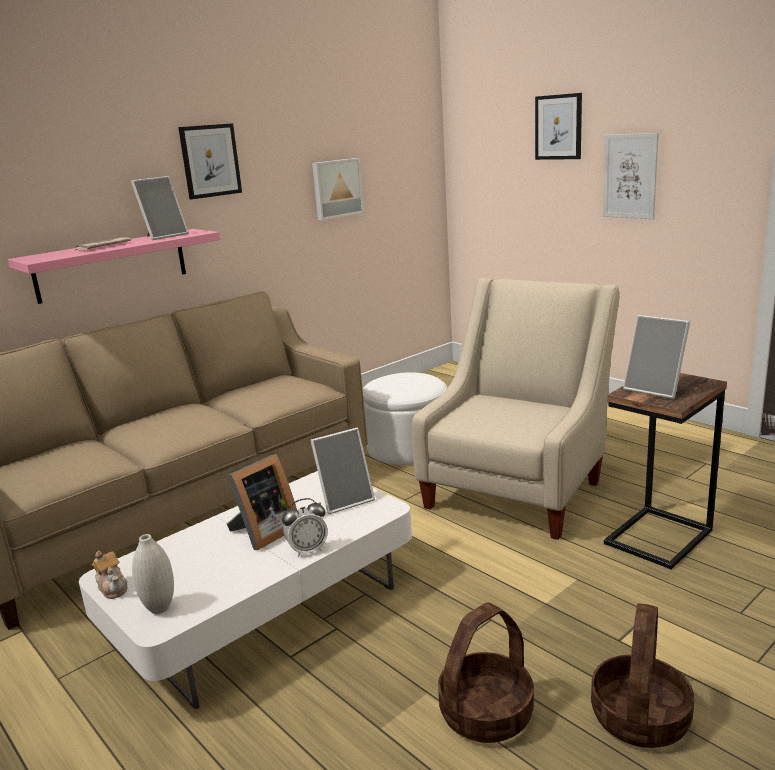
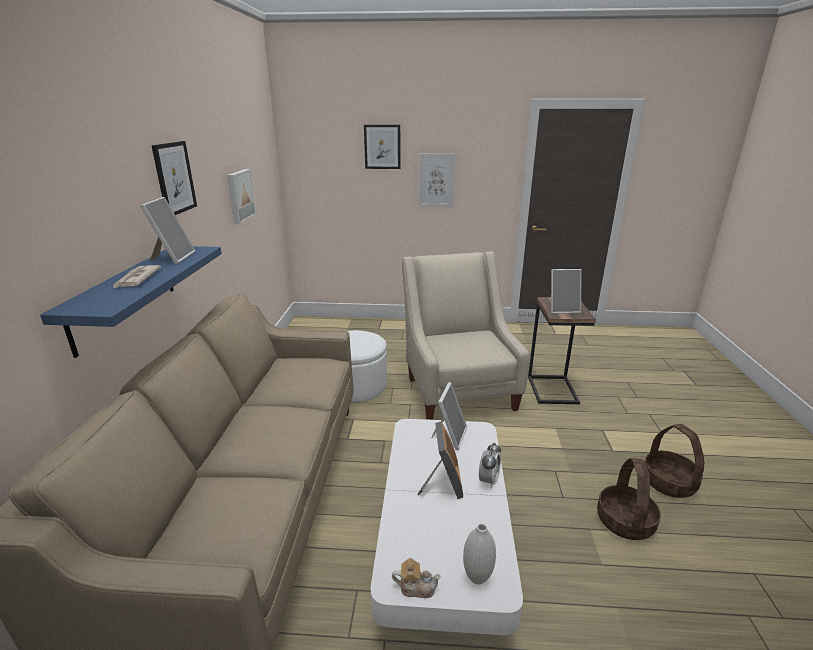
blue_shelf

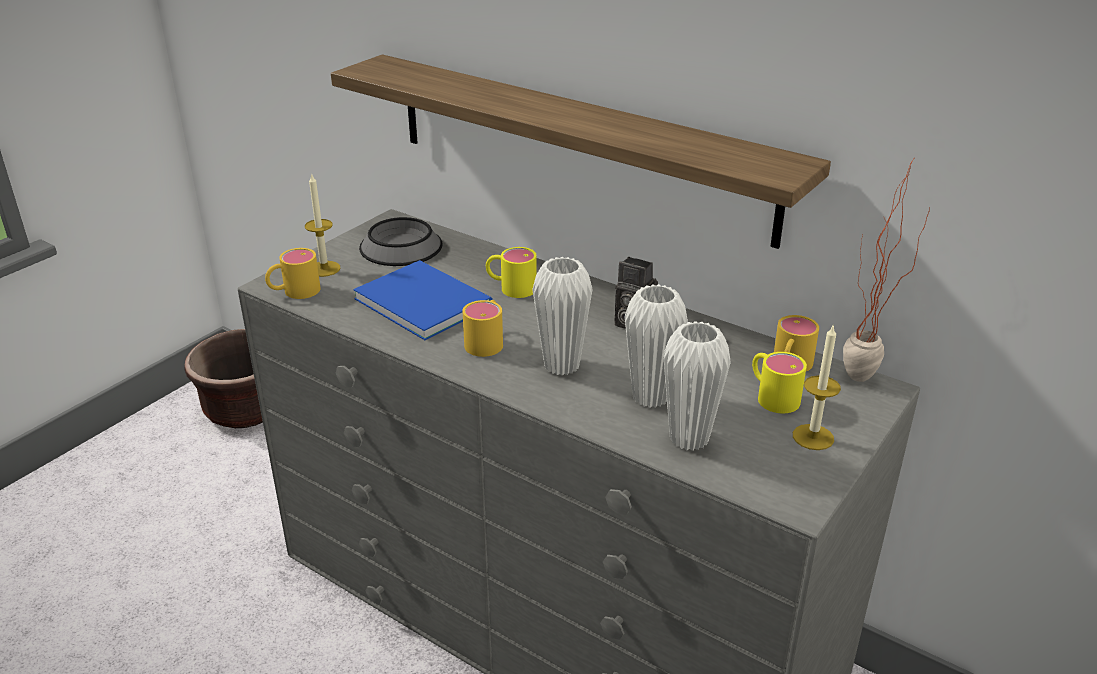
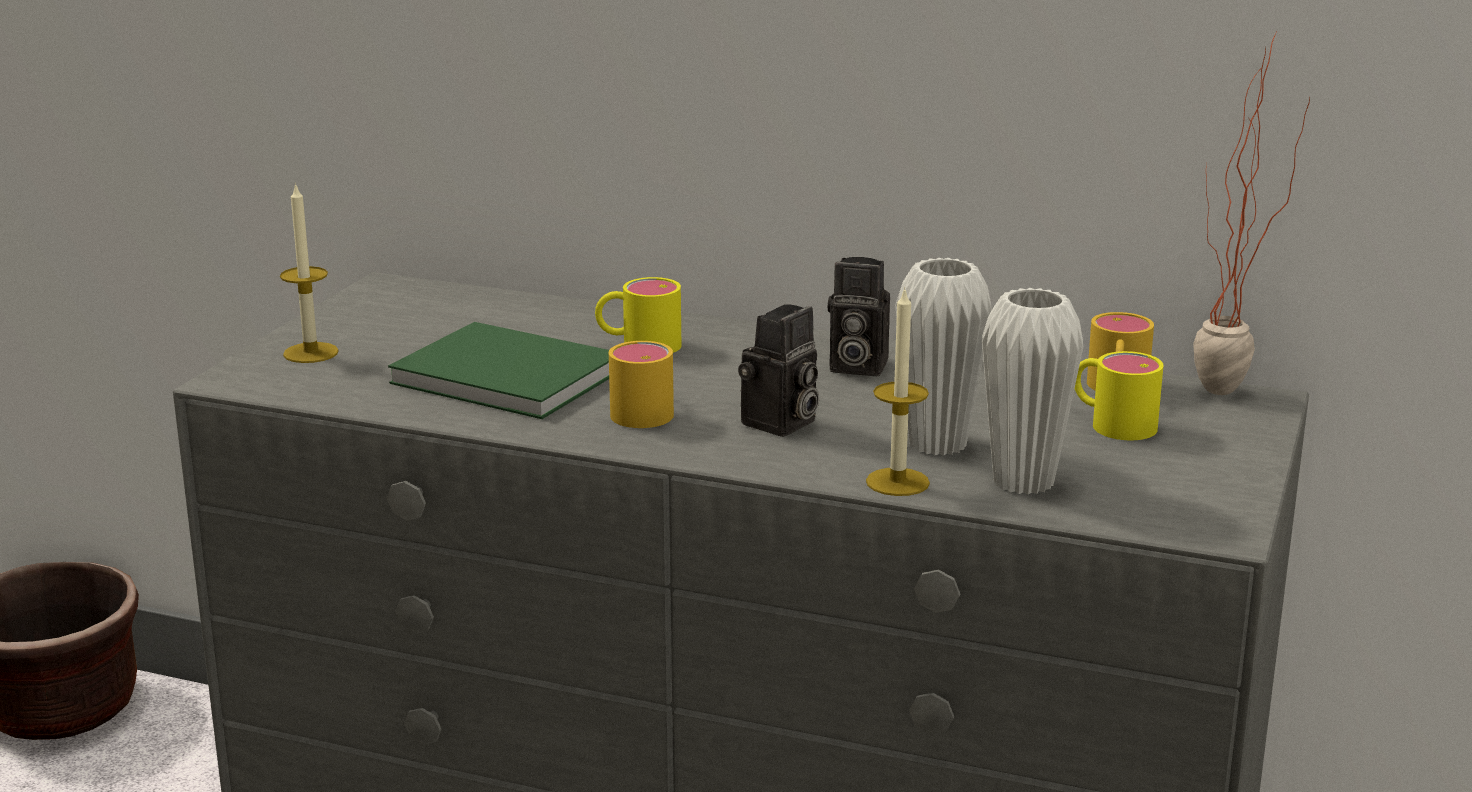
green_book
photo_camera (no. 1 from left)
candle (no. 2 from left)
yellow_mug (no. 1 from left in the first image)
shelf
bowl

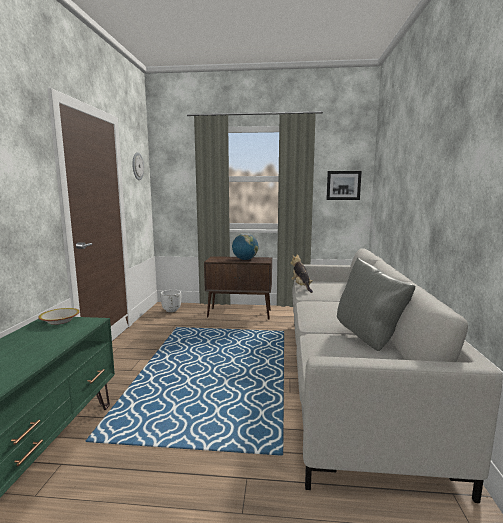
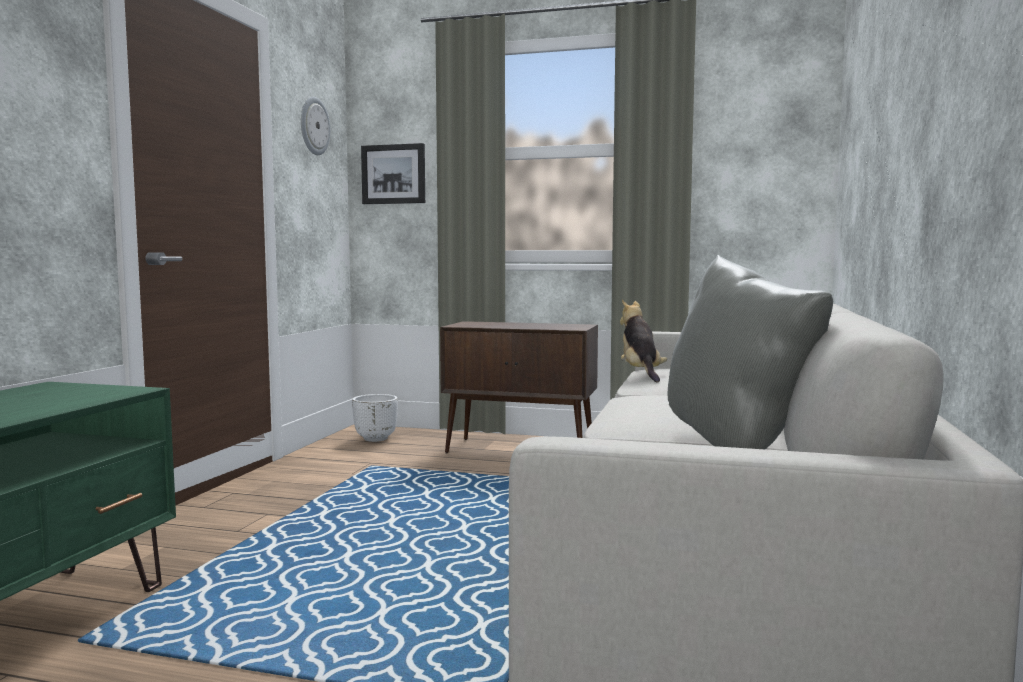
picture
bowl
globe

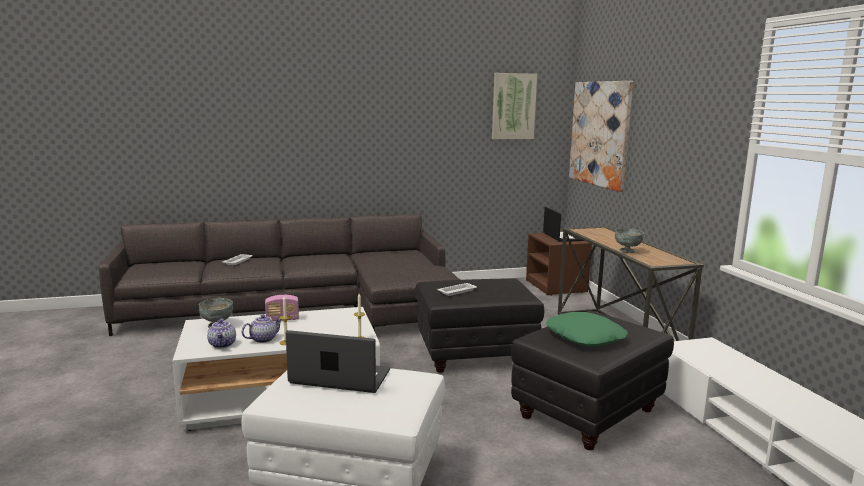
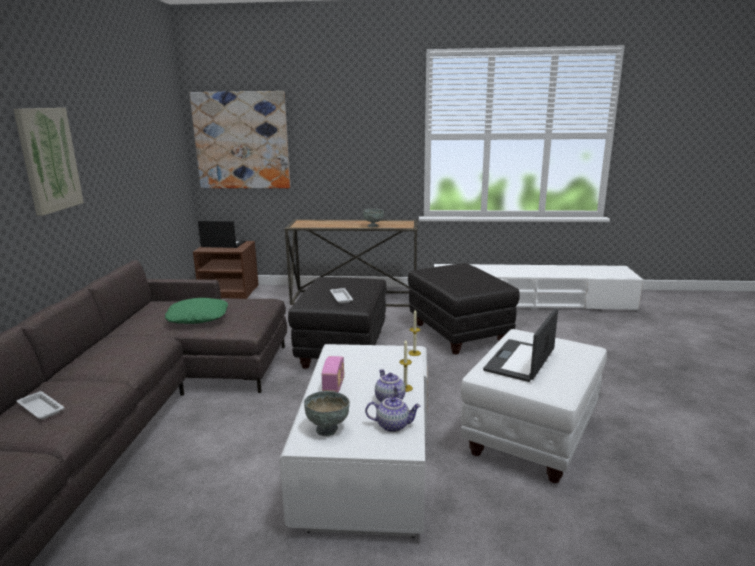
picture (no. 1 from left)
green_pillow

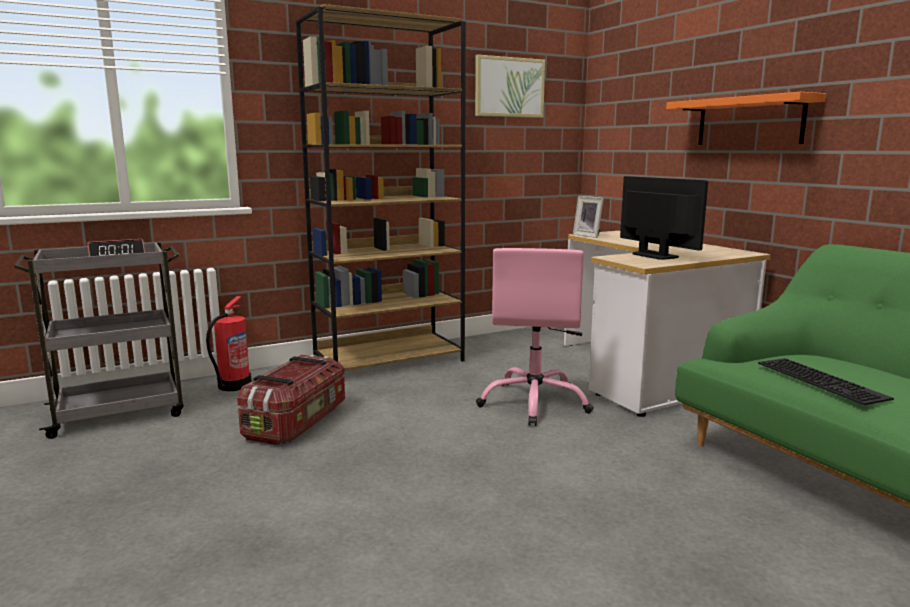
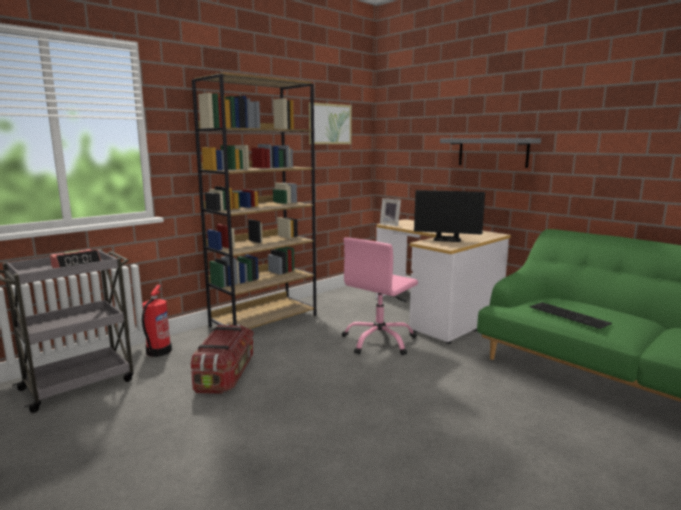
pink_office_chair
monitor
grey_shelf

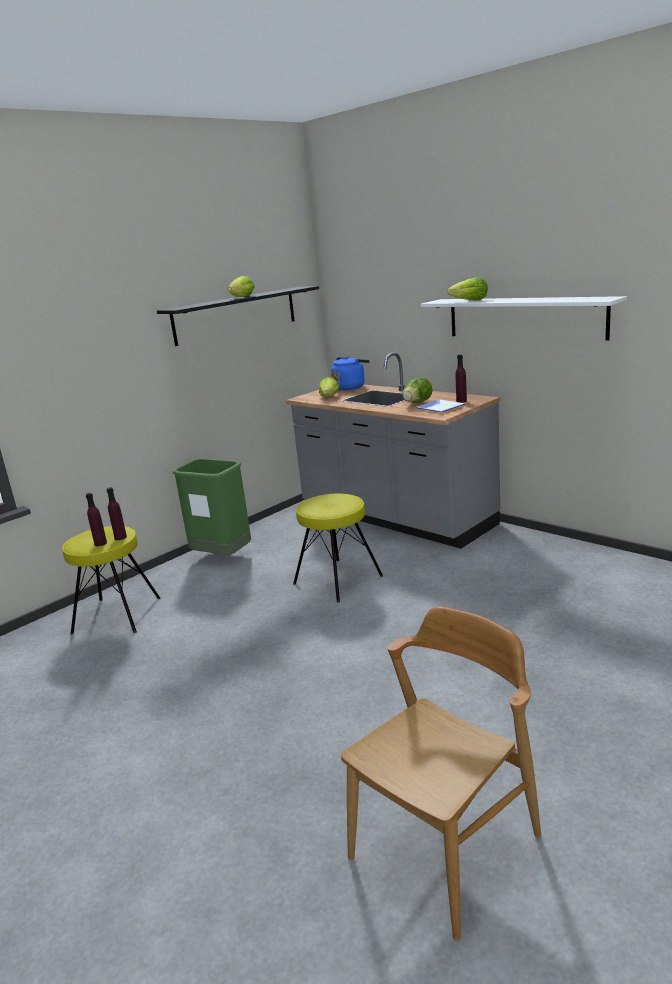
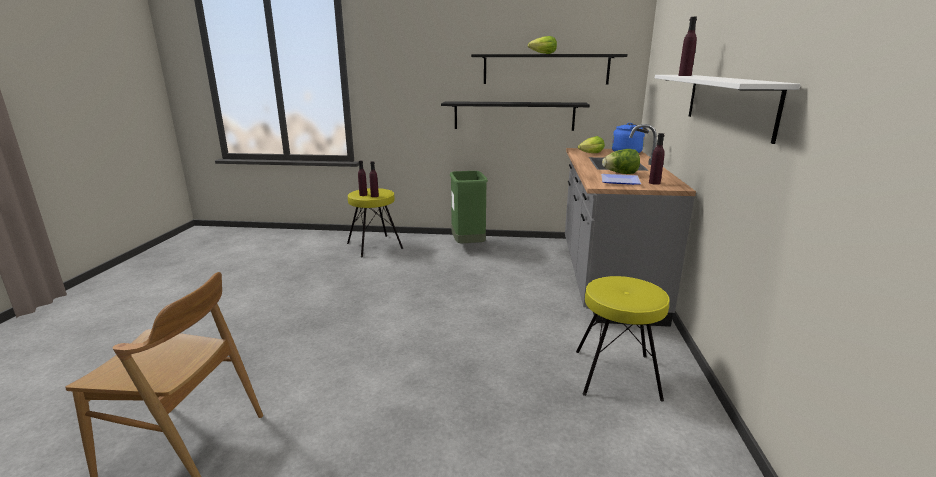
black_shelf (no. 1 from left)
yellow_stool (no. 2 from left)
purple_bottle (no. 4 from left)

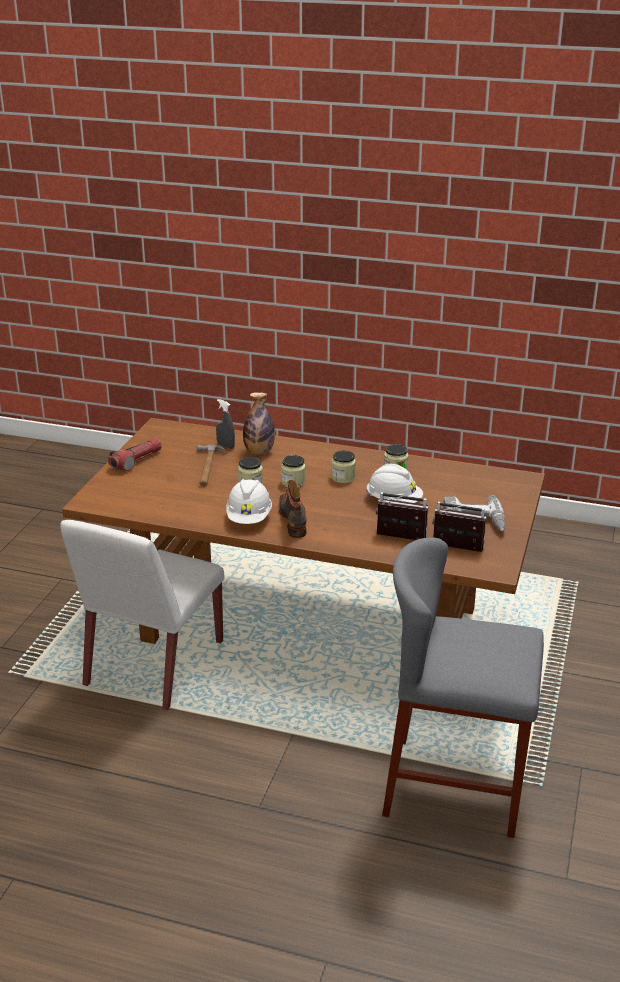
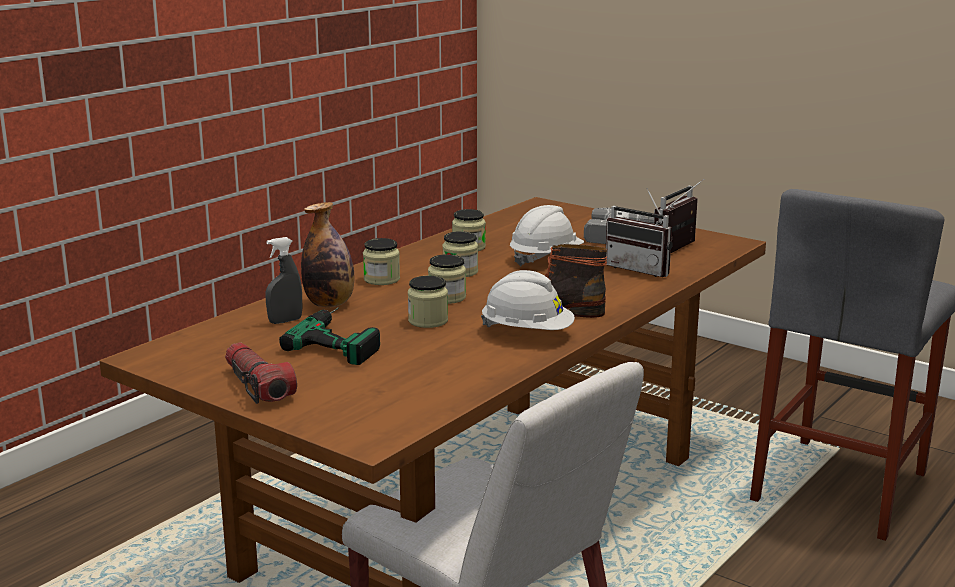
power_drill (no. 1 from left)
jar (no. 1 from left)
radio (no. 1 from left)

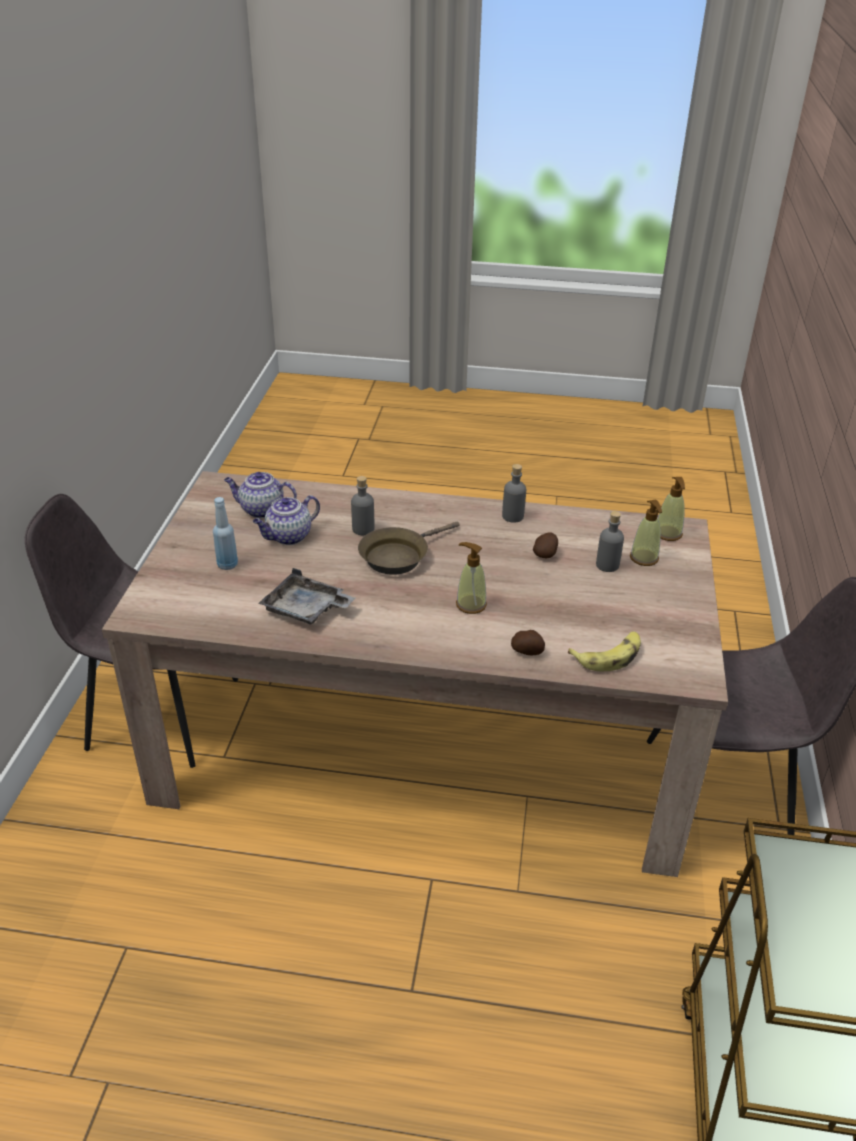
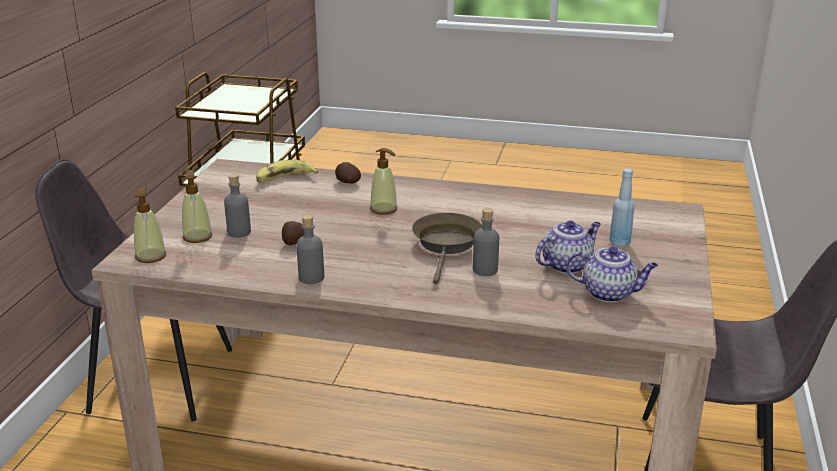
brown_frying_pan
grey_tray

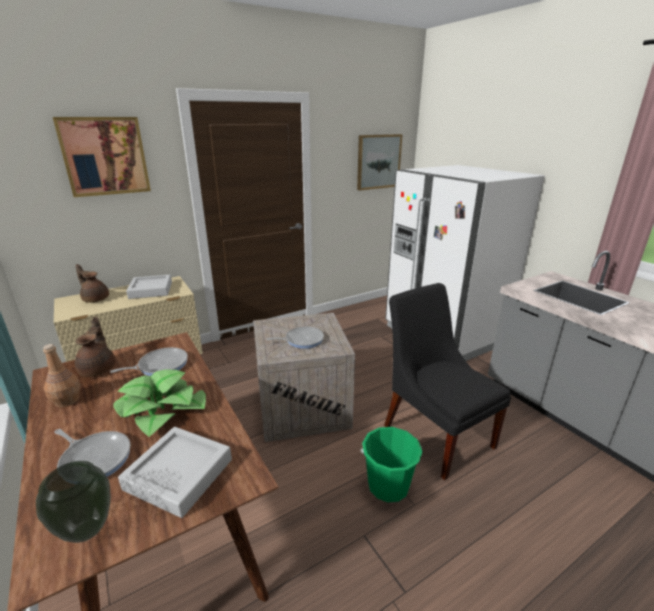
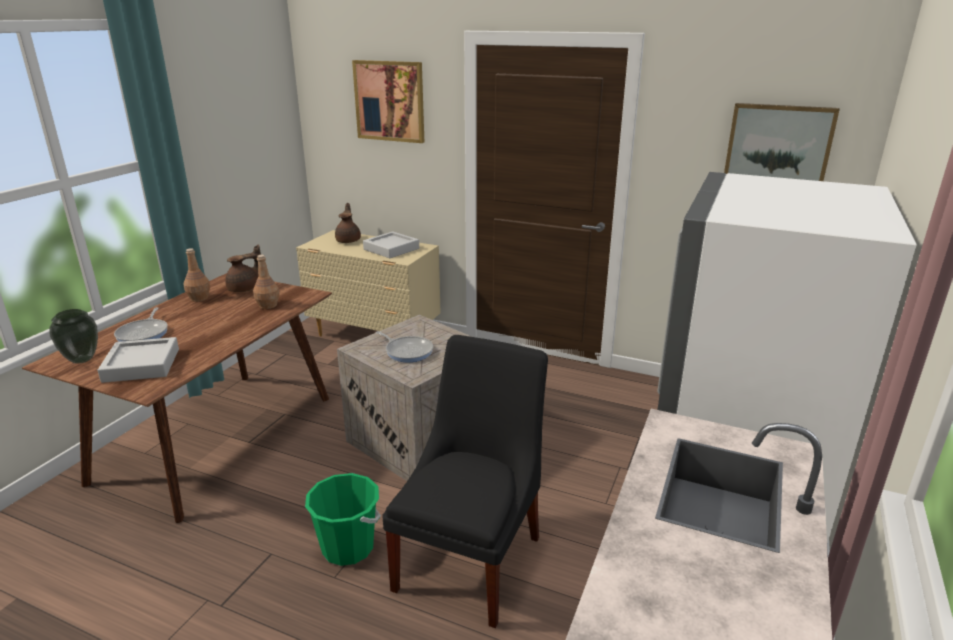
brown_bottle (no. 2 from left)
potted_plant

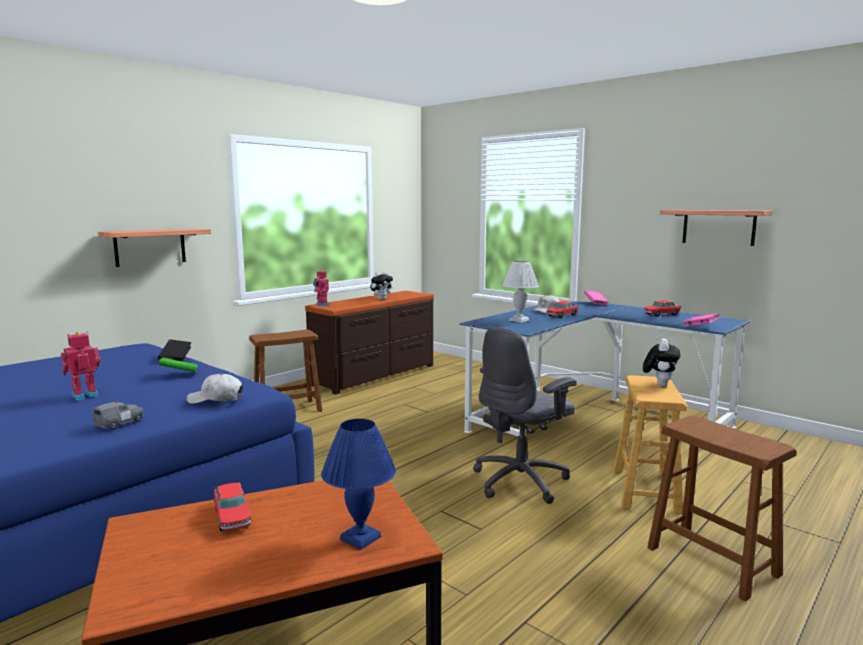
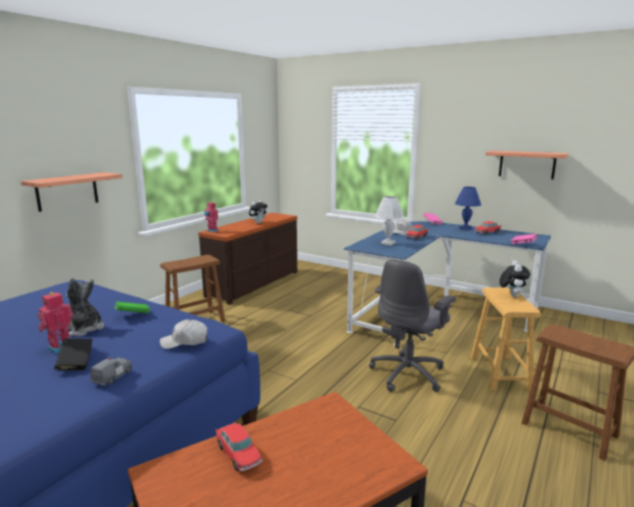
black_book
plush_toy (no. 1 from left)
blue_table_lamp

